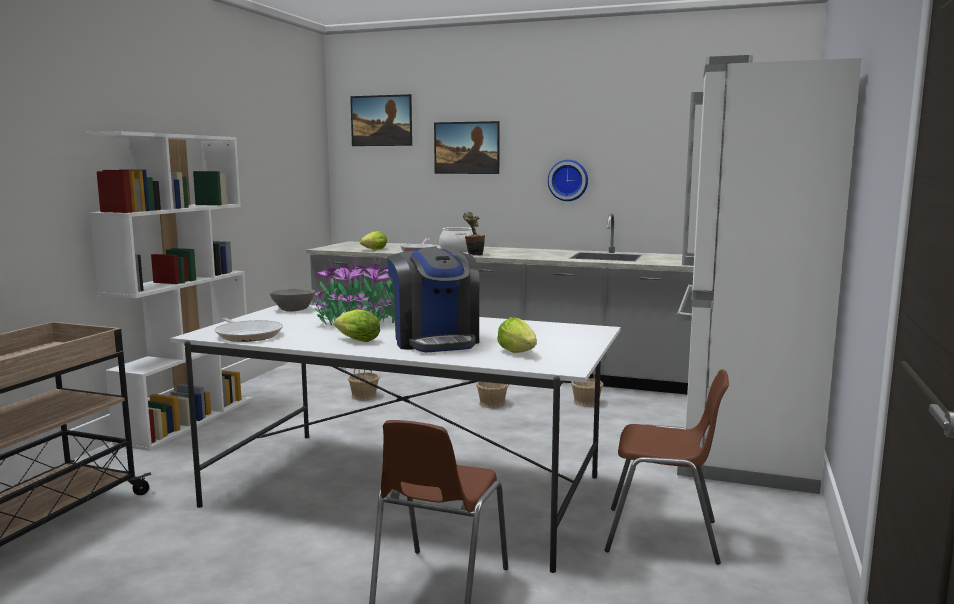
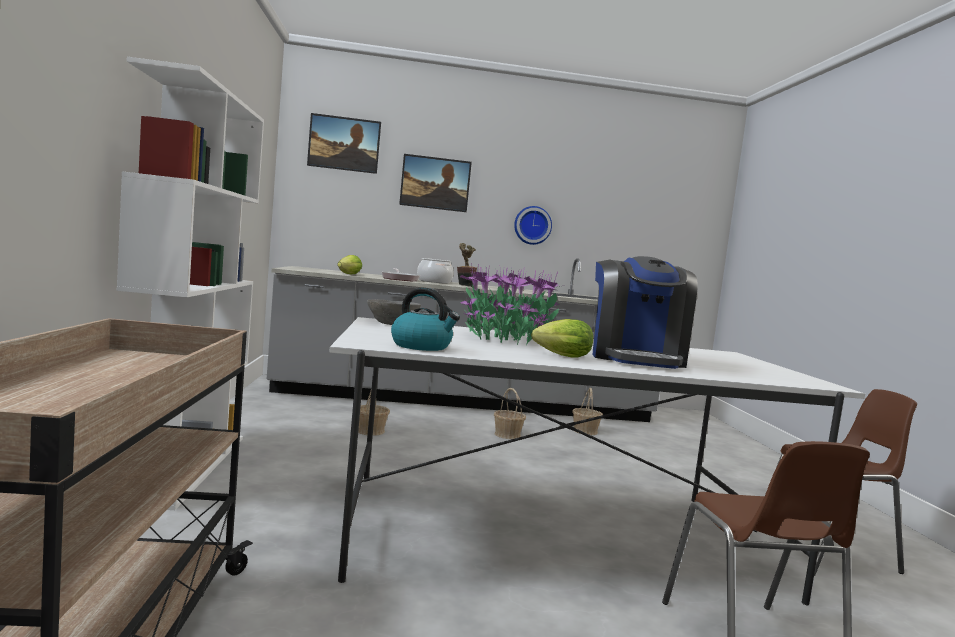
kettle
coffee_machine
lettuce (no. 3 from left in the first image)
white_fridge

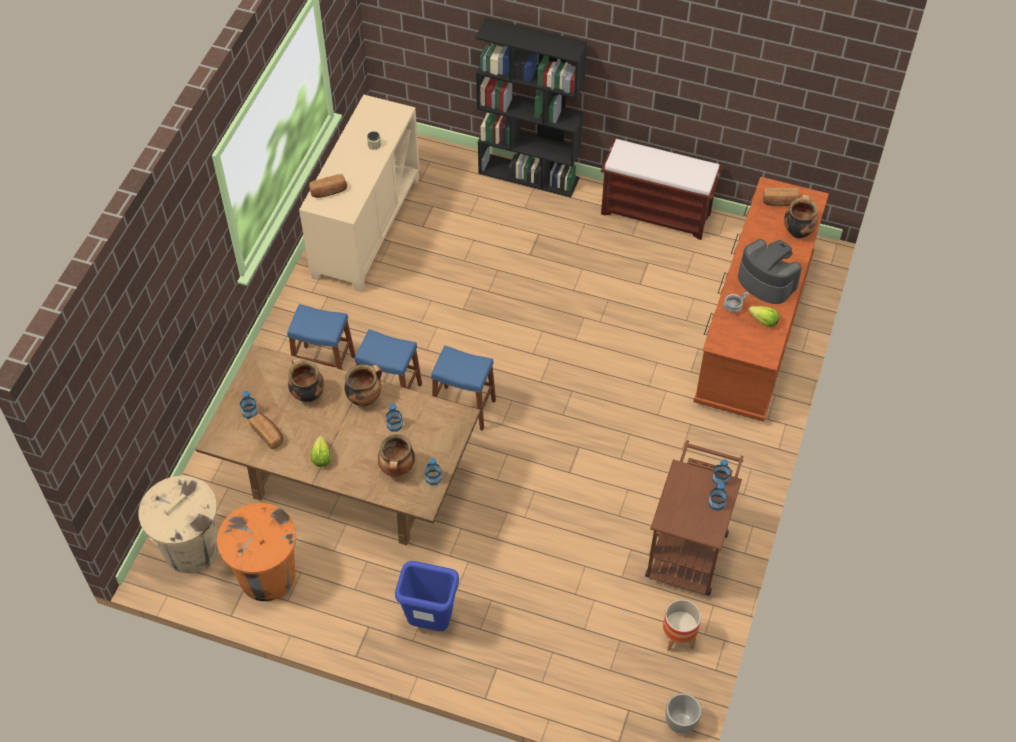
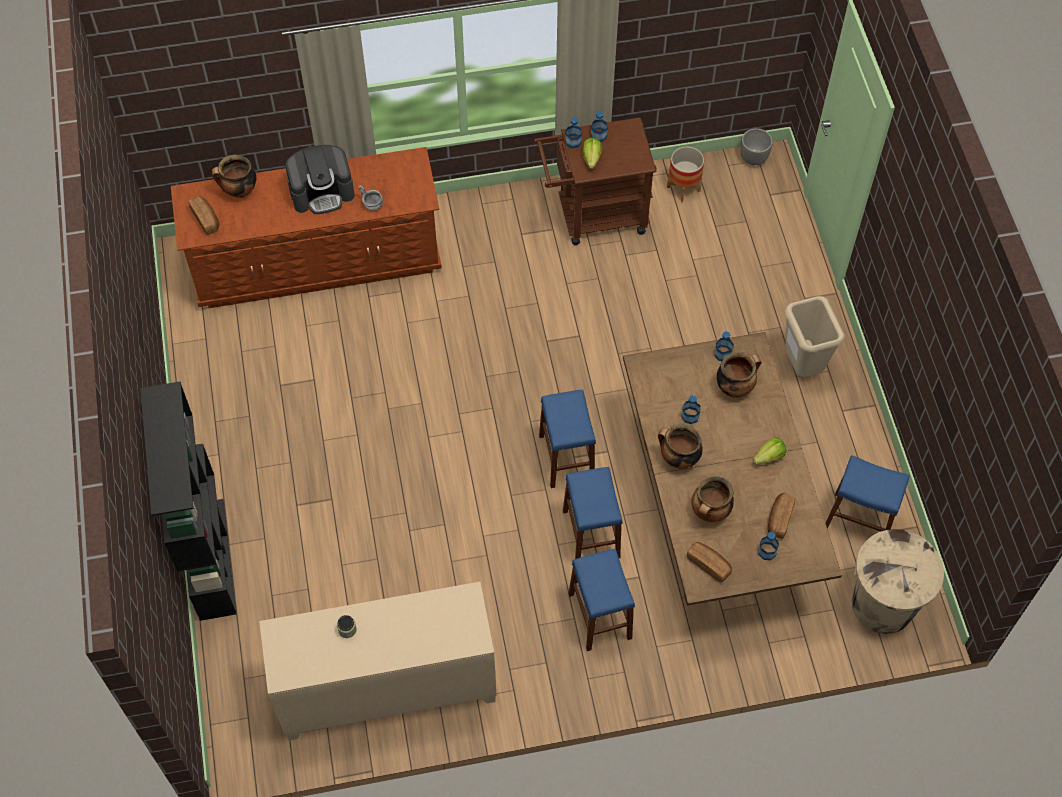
coffee_machine
lettuce (no. 1 from left)
bread (no. 2 from left)
beige_trash_can (no. 1 from left)
blue_stool (no. 4 from left)
brown_bench

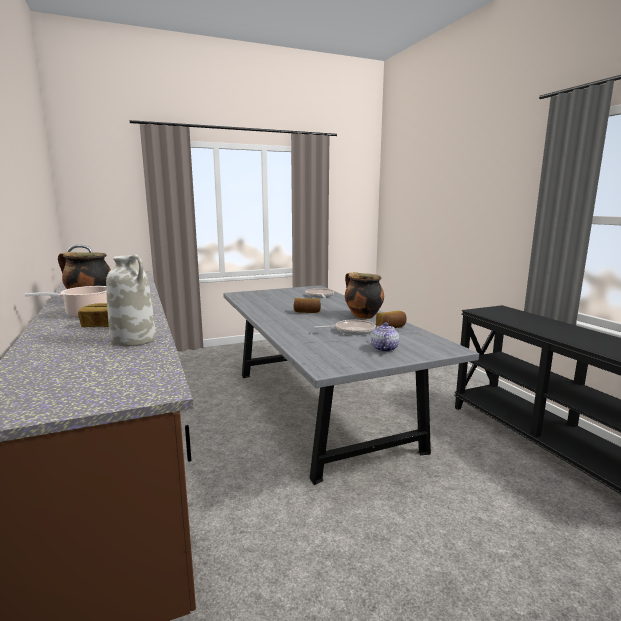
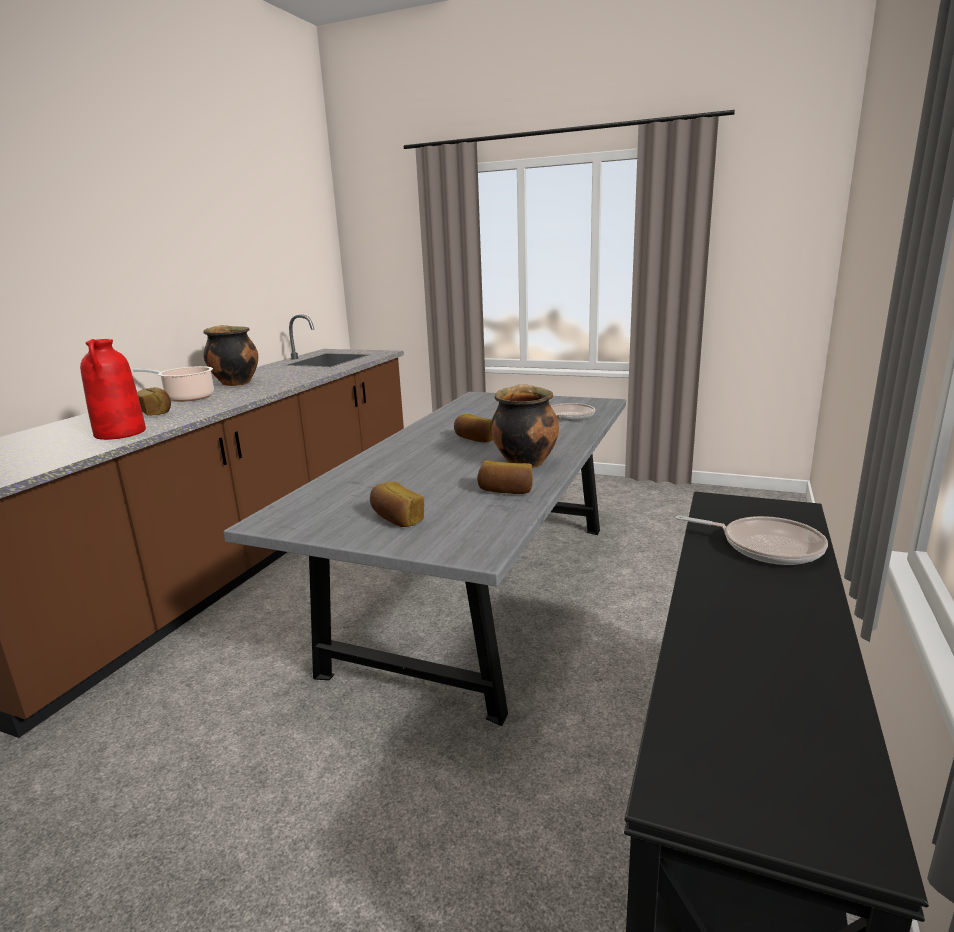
red_vase
bread (no. 2 from left)
frying_pan (no. 2 from left)

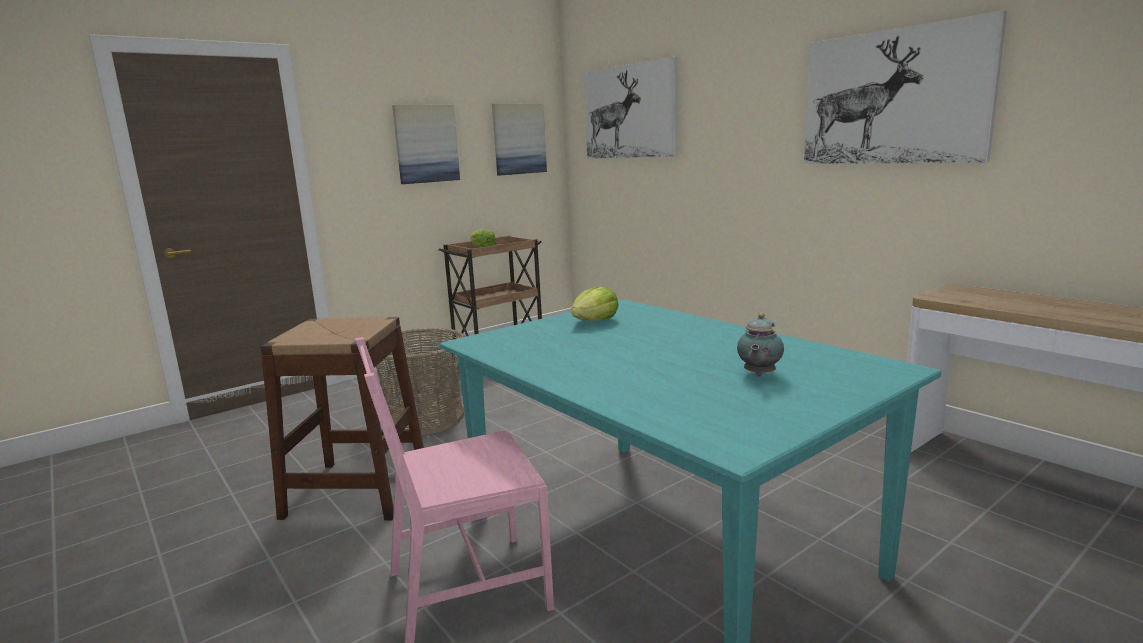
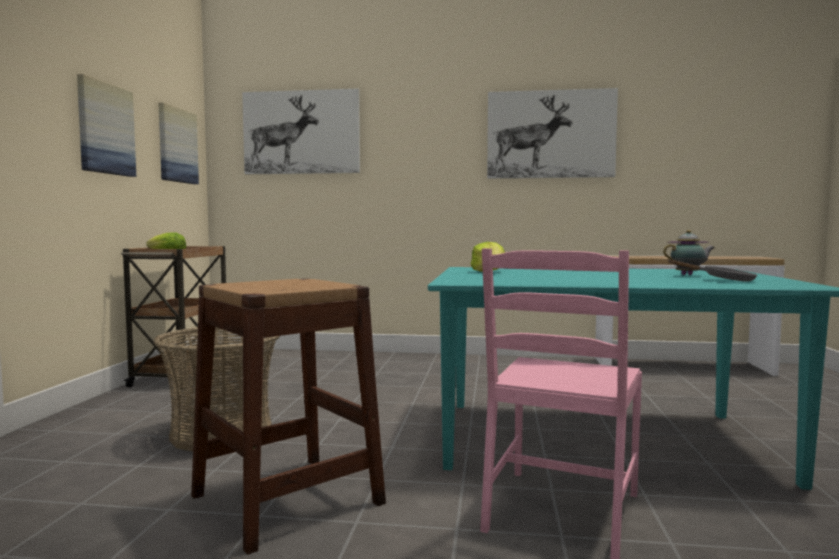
teapot
grey_frying_pan

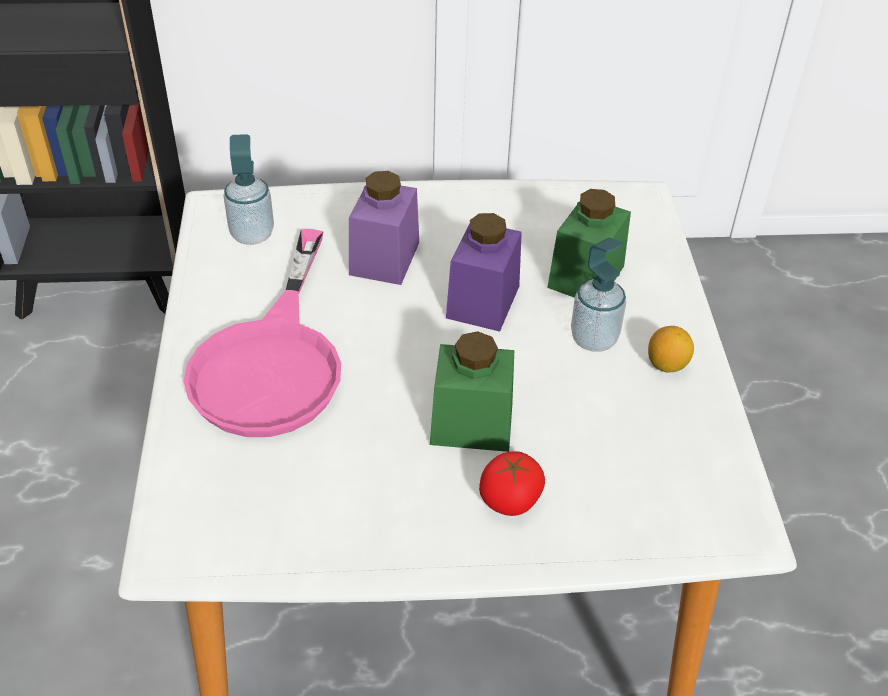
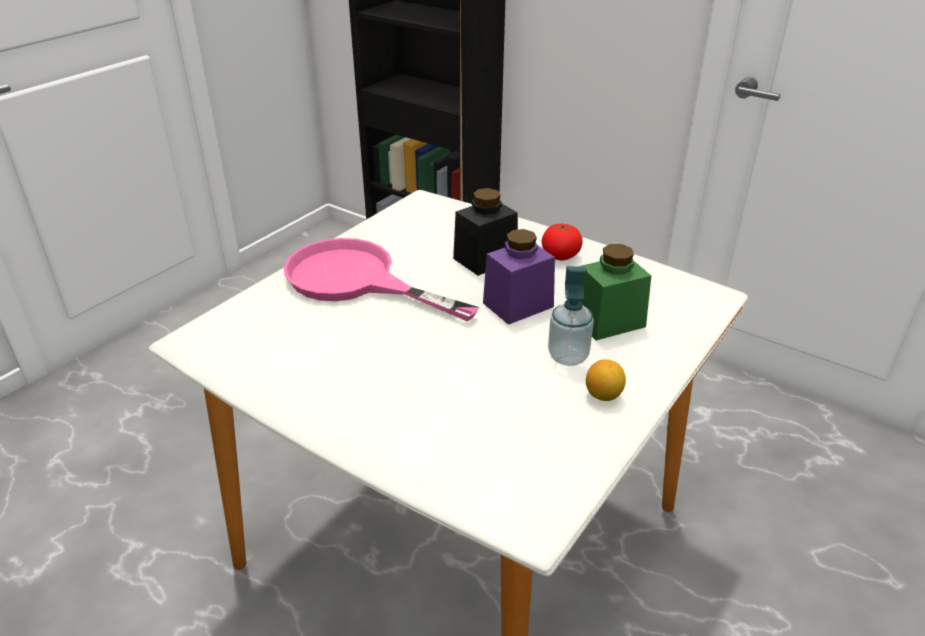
pink_frying_pan
black_jar
tomato
soap_dispenser (no. 1 from left in the first image)
green_jar (no. 1 from left in the first image)

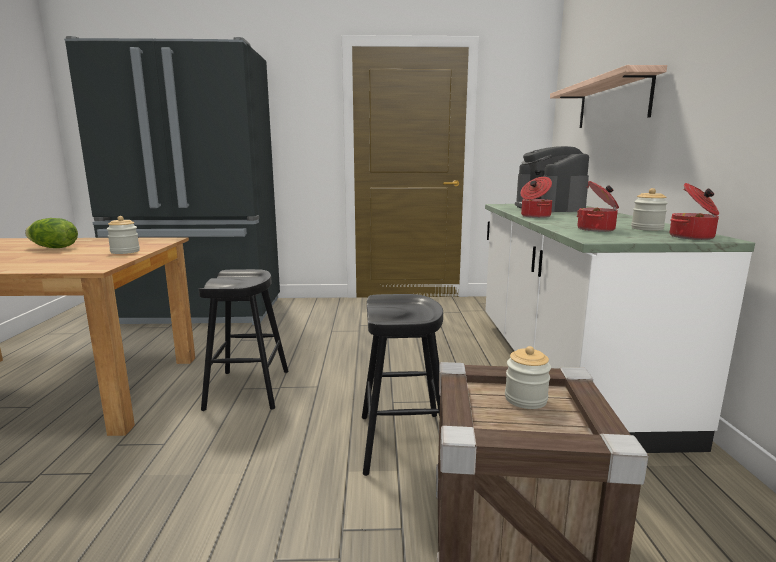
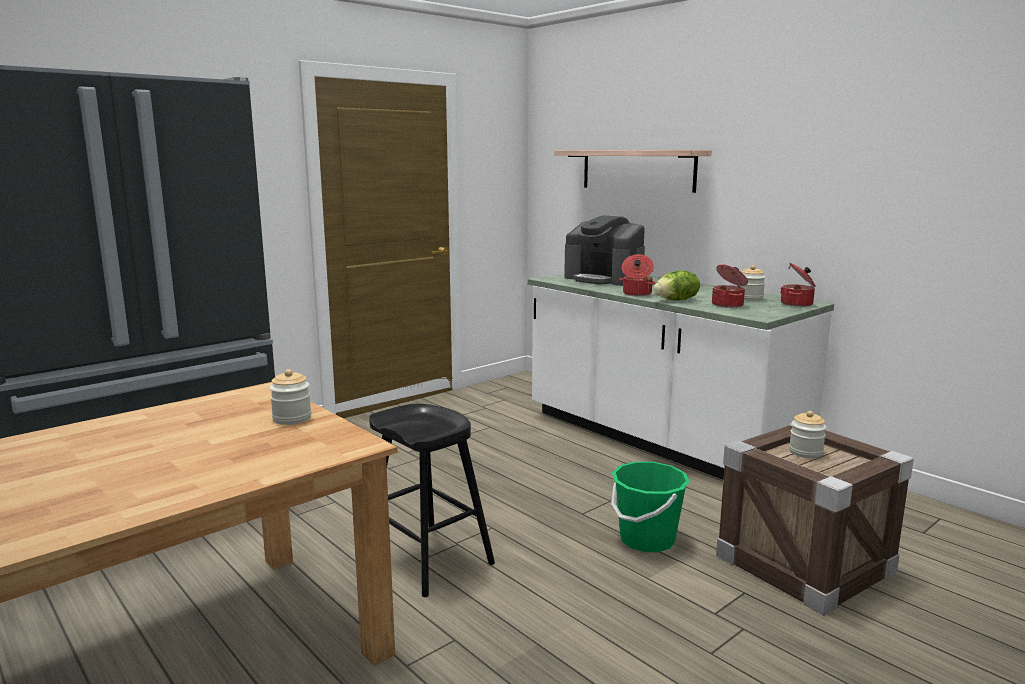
green_bucket
lettuce

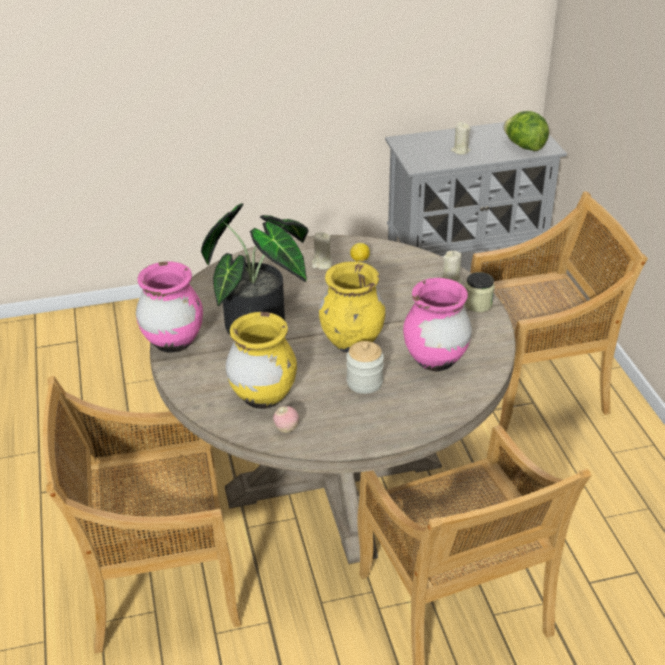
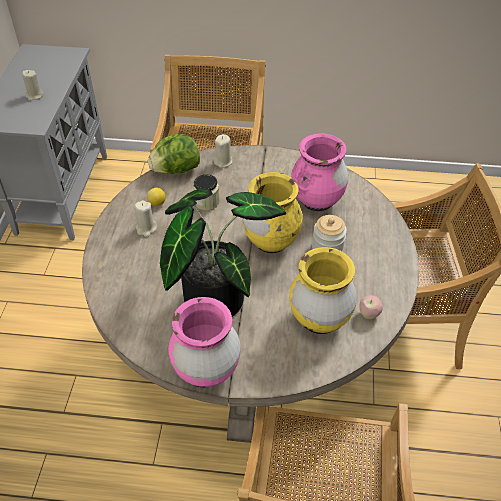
lettuce
jar (no. 1 from left)

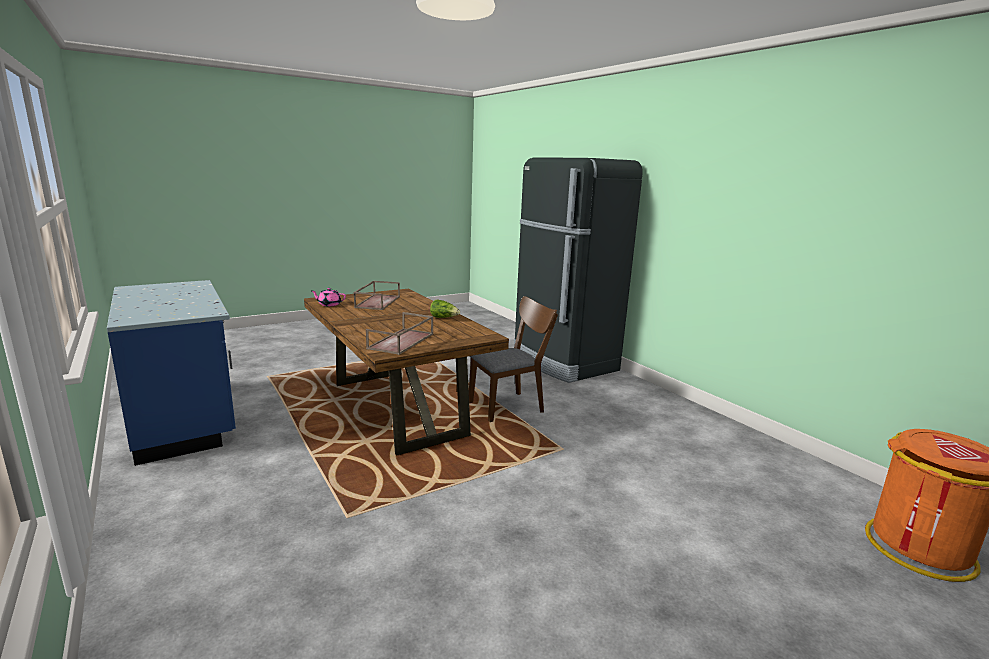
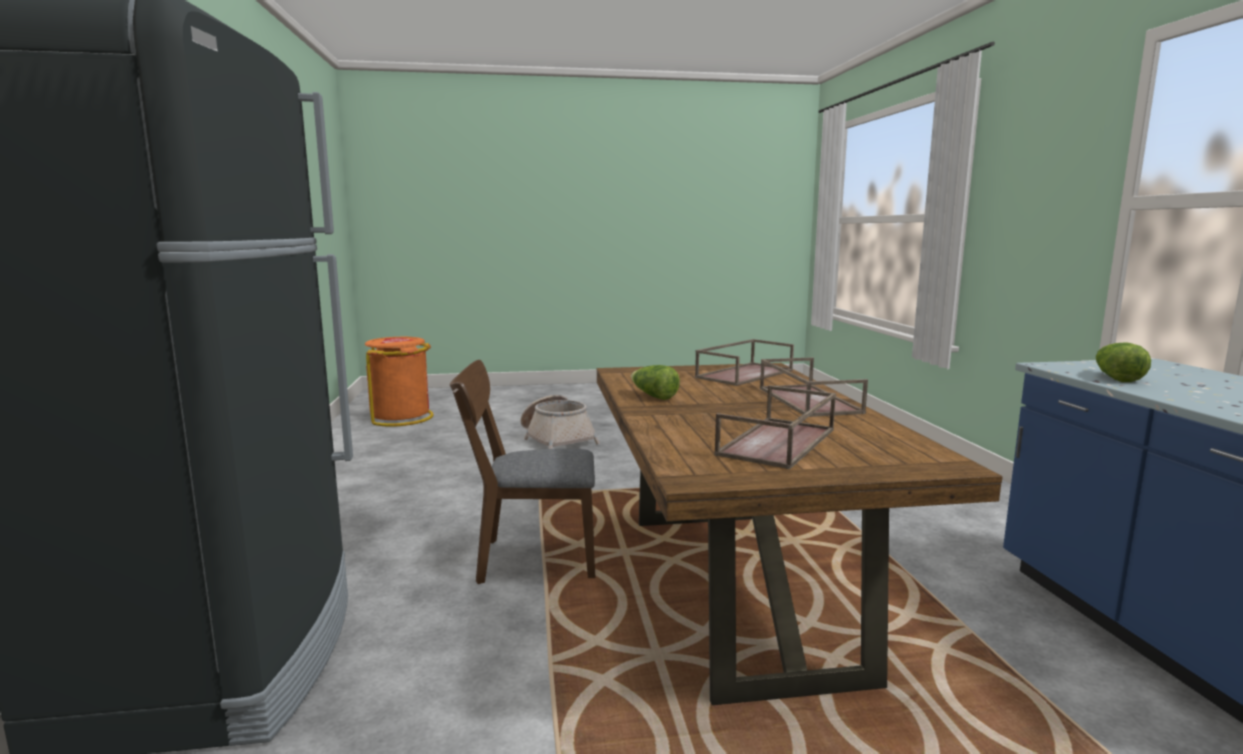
basket
brown_tray (no. 3 from left)
lettuce (no. 2 from left)
pink_teapot

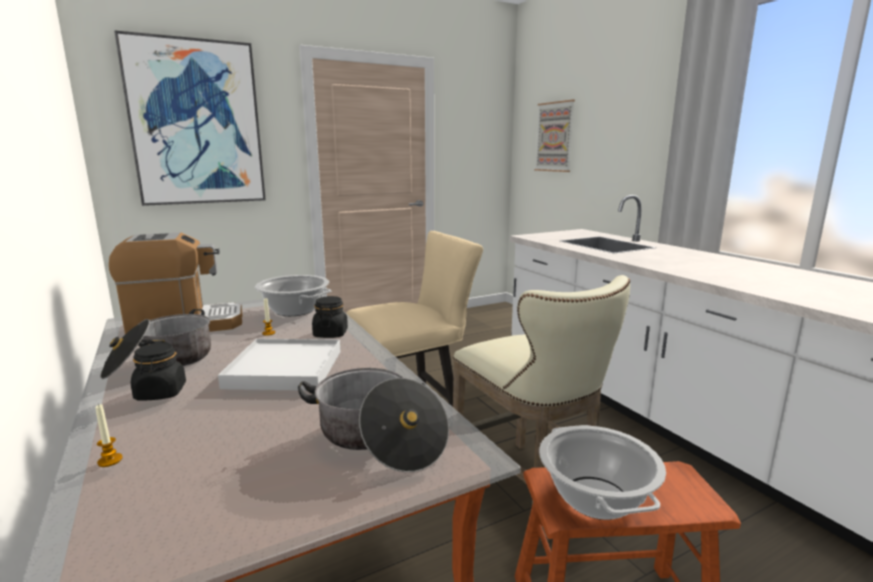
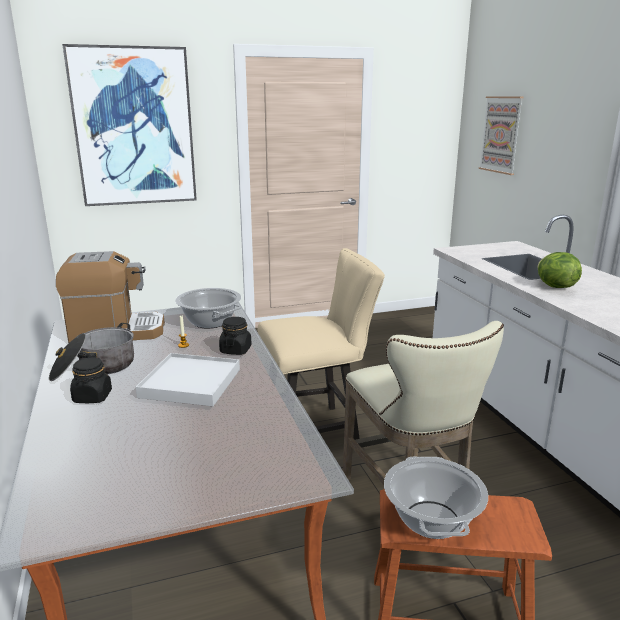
lettuce
candle (no. 1 from left in the first image)
cooking_pot (no. 3 from left in the first image)

